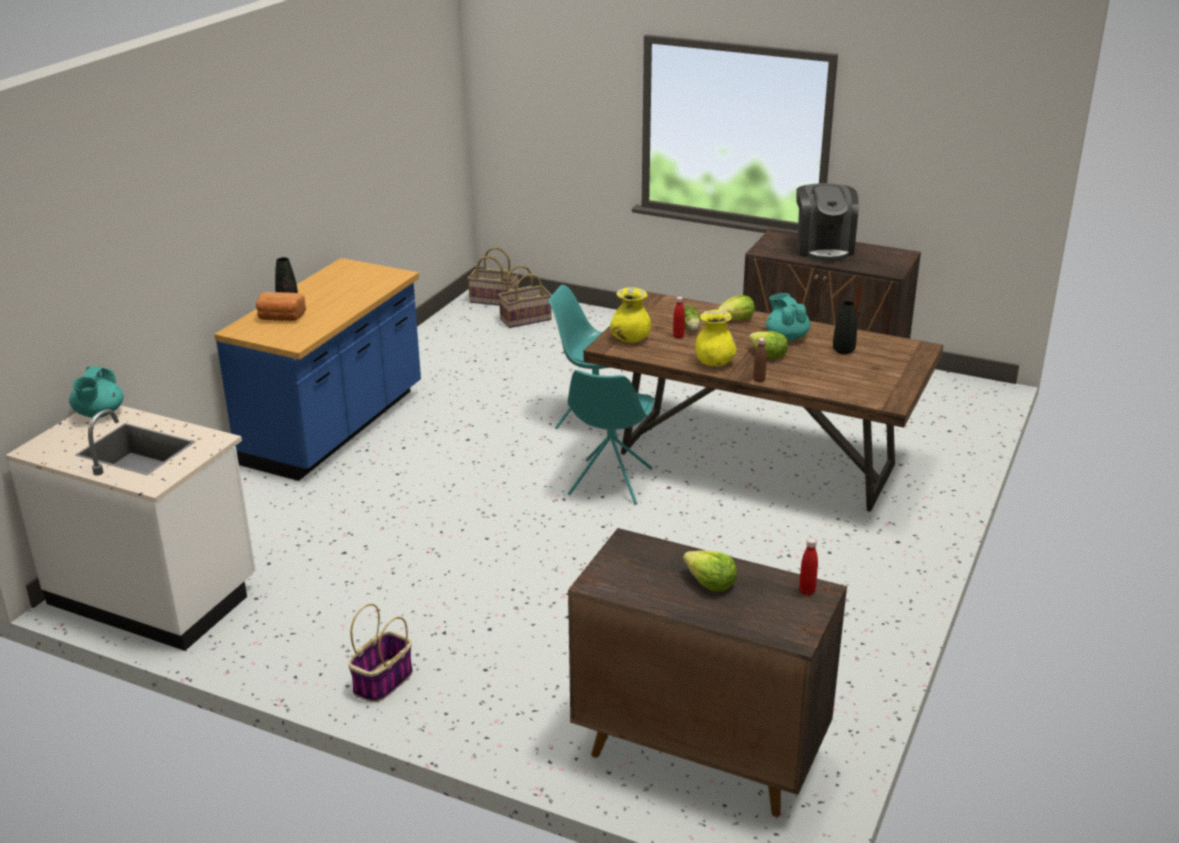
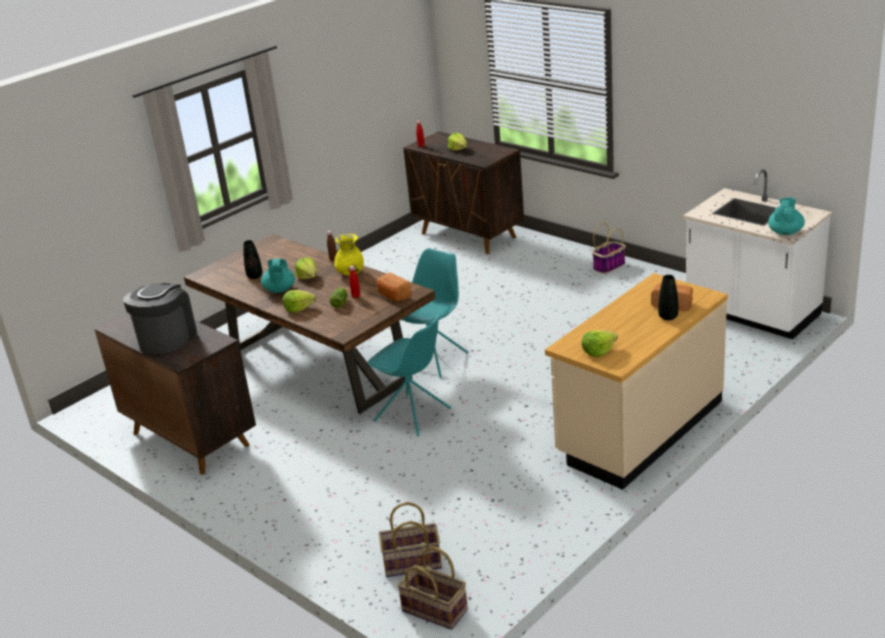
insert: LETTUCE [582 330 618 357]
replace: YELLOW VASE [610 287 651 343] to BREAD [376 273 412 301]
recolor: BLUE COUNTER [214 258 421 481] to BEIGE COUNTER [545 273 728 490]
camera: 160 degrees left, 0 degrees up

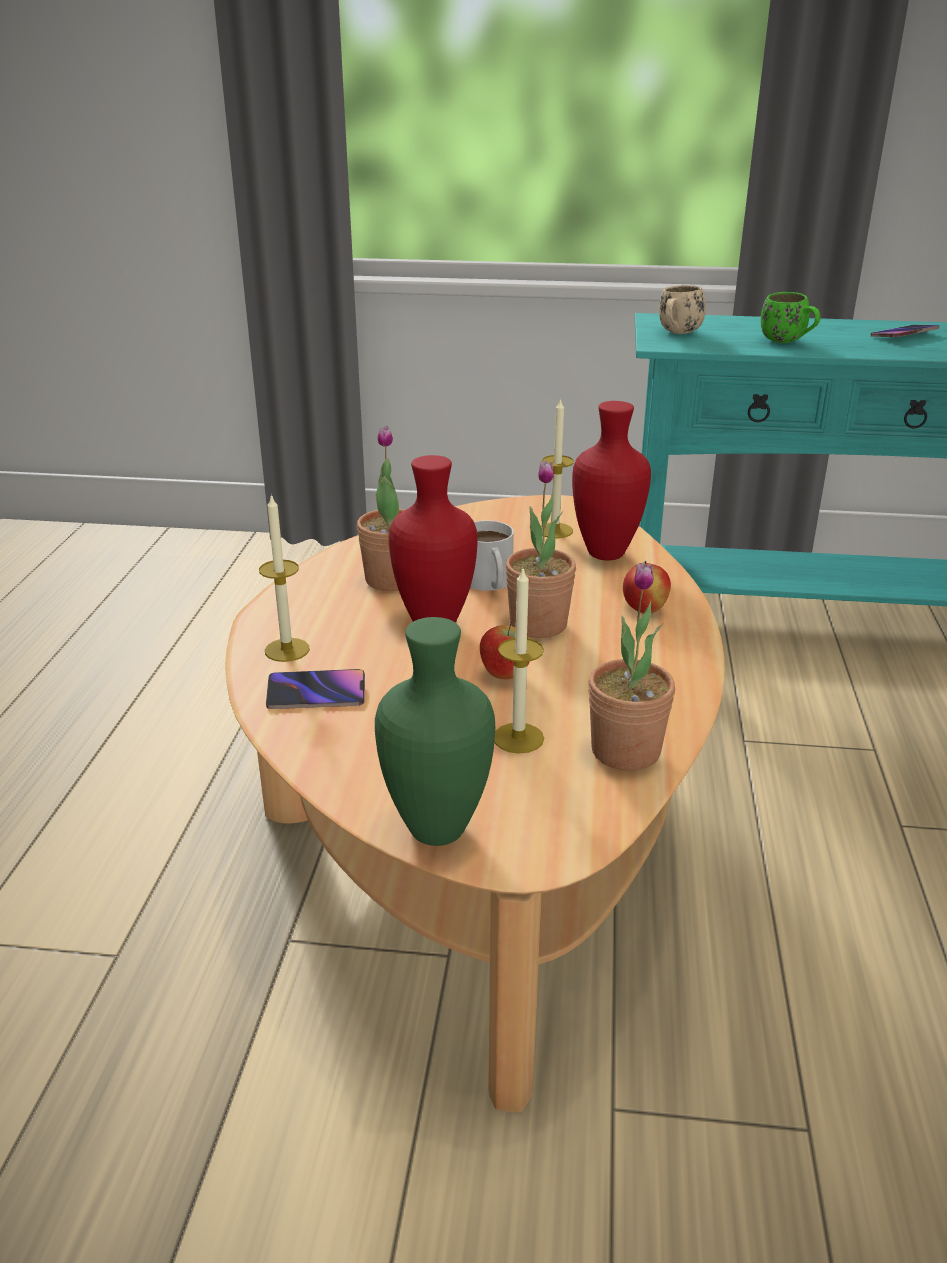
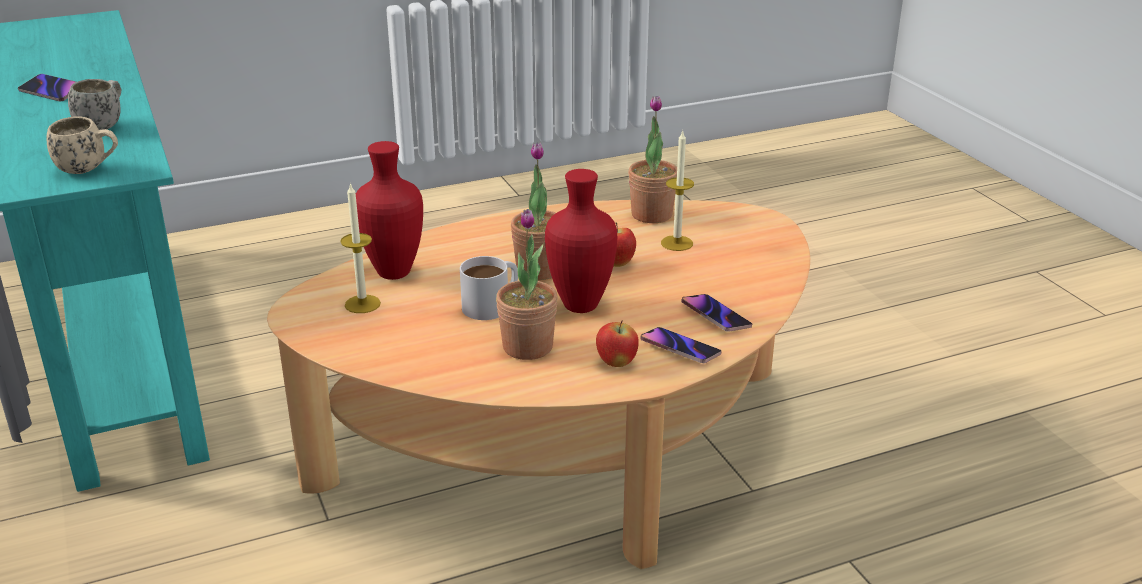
delete: GREEN VASE [375 617 495 846]
move: APPLE [623 561 671 613] to [596 321 639 367]
replace: CANDLE [259 494 310 662] to PHONE [640 327 722 363]
recolor: GREEN MUG [761 292 820 343] to WHITE MUG [68 79 121 130]
camera: 120 degrees left, 0 degrees up

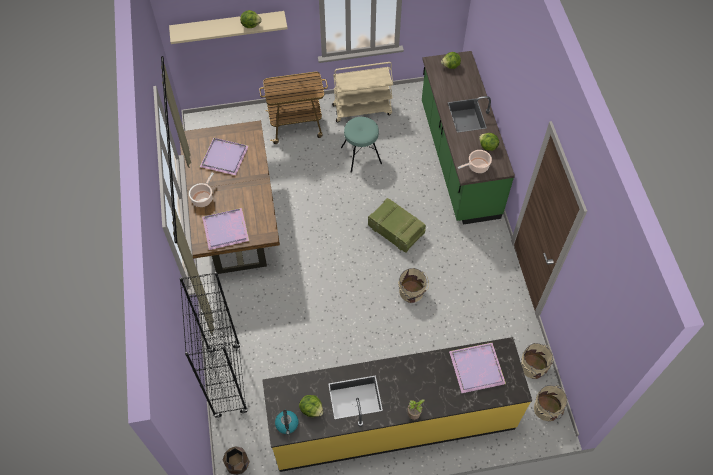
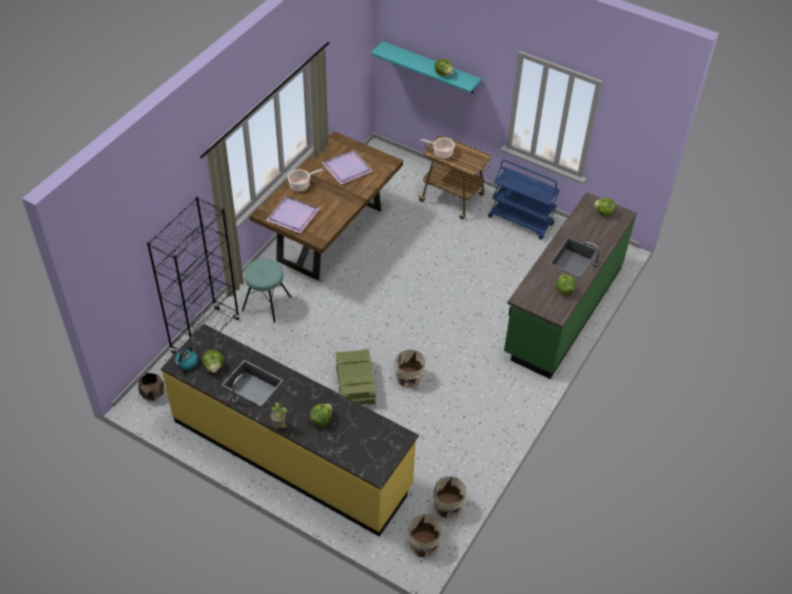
delete: PURPLE TRAY [449 343 506 393]
insert: LETTUCE [310 404 332 427]
move: TURQUOISE STOOL [341 117 382 173] to [242 259 292 323]; CRATE [368 198 426 252] to [336 349 376 405]; COOKING POT [458 150 492 173] to [420 138 455 159]
recolor: BEIGE SHELF [169 11 288 44] to TURQUOISE SHELF [371 41 482 93]; BEIGE CART [332 62 393 122] to BLUE CART [488 159 560 240]
camera: 40 degrees right, 10 degrees down

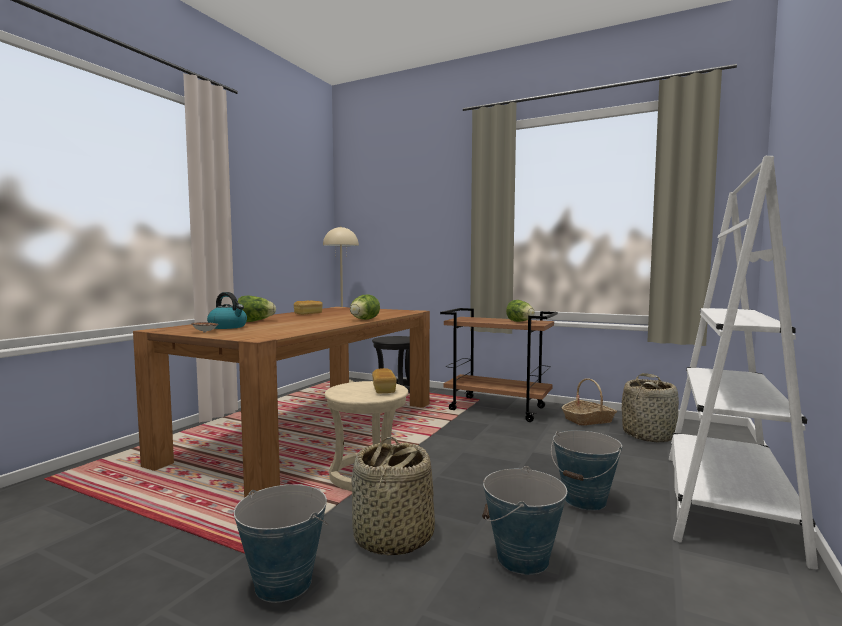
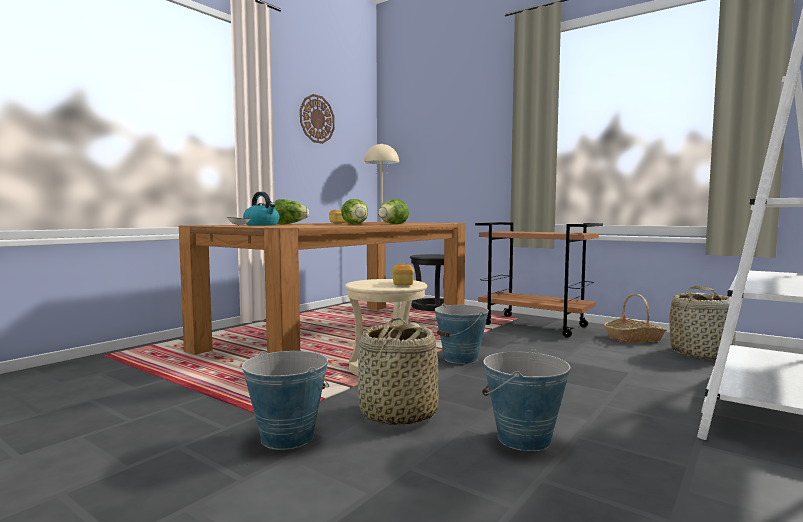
insert: WALL CLOCK [300 94 335 144]
move: LETTUCE [506 300 535 322] to [341 199 368 225]; BUCKET [551 430 622 511] to [434 303 489 364]
camera: 10 degrees right, 0 degrees up

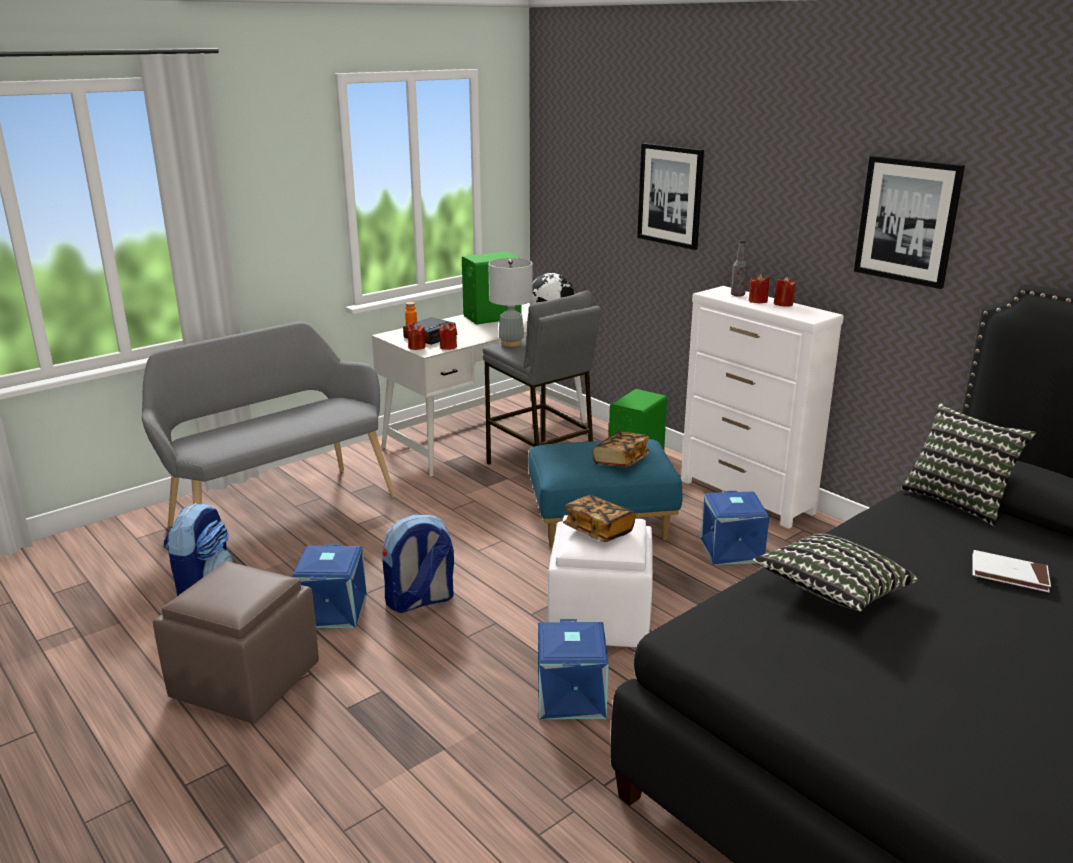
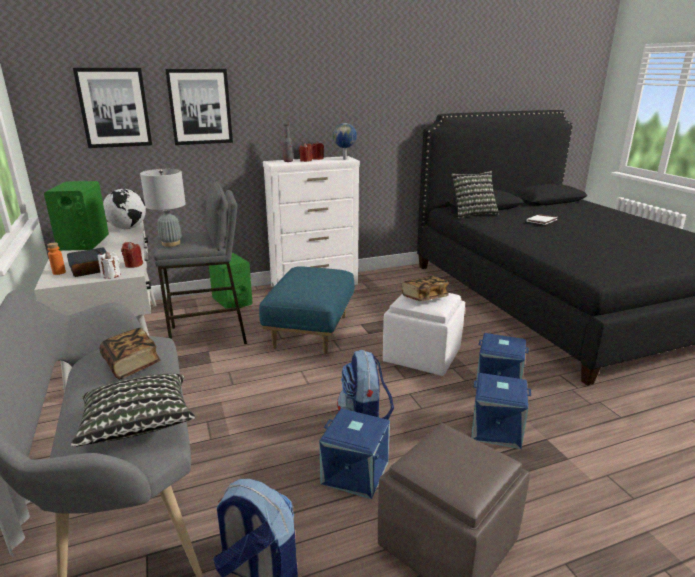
insert: GLOBE [333 123 357 160]
move: BOOK [593 431 650 467] to [100 328 160 379]; BLUE STORAGE BOX [701 491 769 565] to [471 373 531 449]; PILLOW [753 533 918 612] to [71 374 195 447]; PICTURE [854 156 965 289] to [73 68 152 148]
recolor: RED CANDLE [407 323 425 350] to WHITE CANDLE [98 252 120 279]
camera: 70 degrees left, 0 degrees up

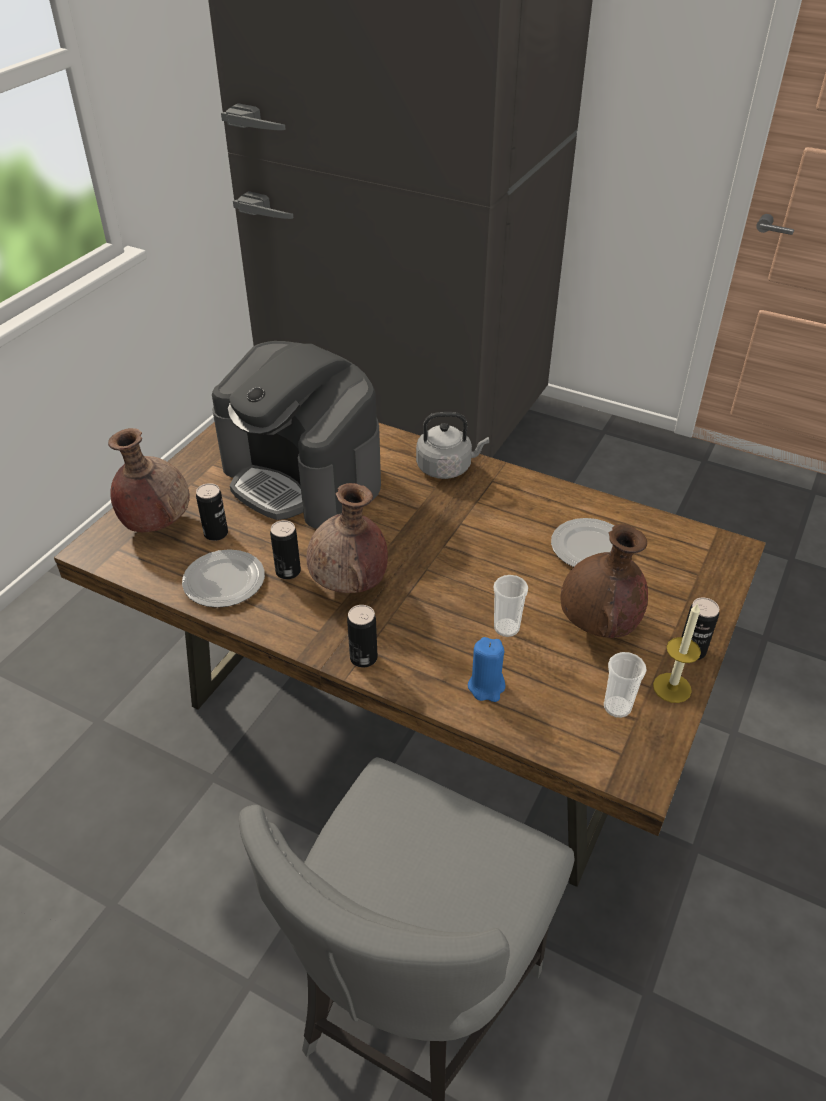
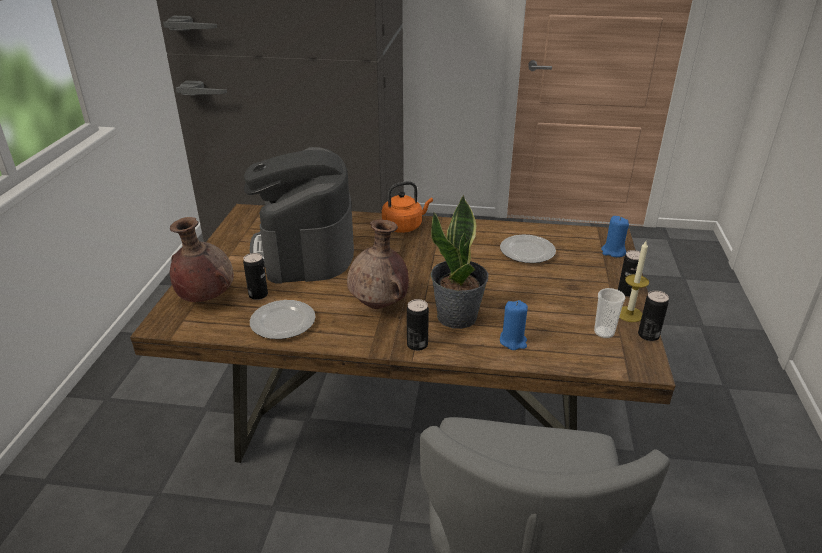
delete: CUP [493 575 528 637]; BROWN VASE [560 524 648 638]
insert: POTTED PLANT [431 195 489 329]; BLUE CANDLE [601 216 629 257]
move: CAN [270 520 301 579] to [638 290 669 341]
recolor: GREY KETTLE [416 412 489 479] to ORANGE KETTLE [382 181 433 233]
rotate: COFFEE MACHINE [212 341 381 529] = [244 147 354 284] 60 degrees clockwise
camera: 20 degrees left, 10 degrees down

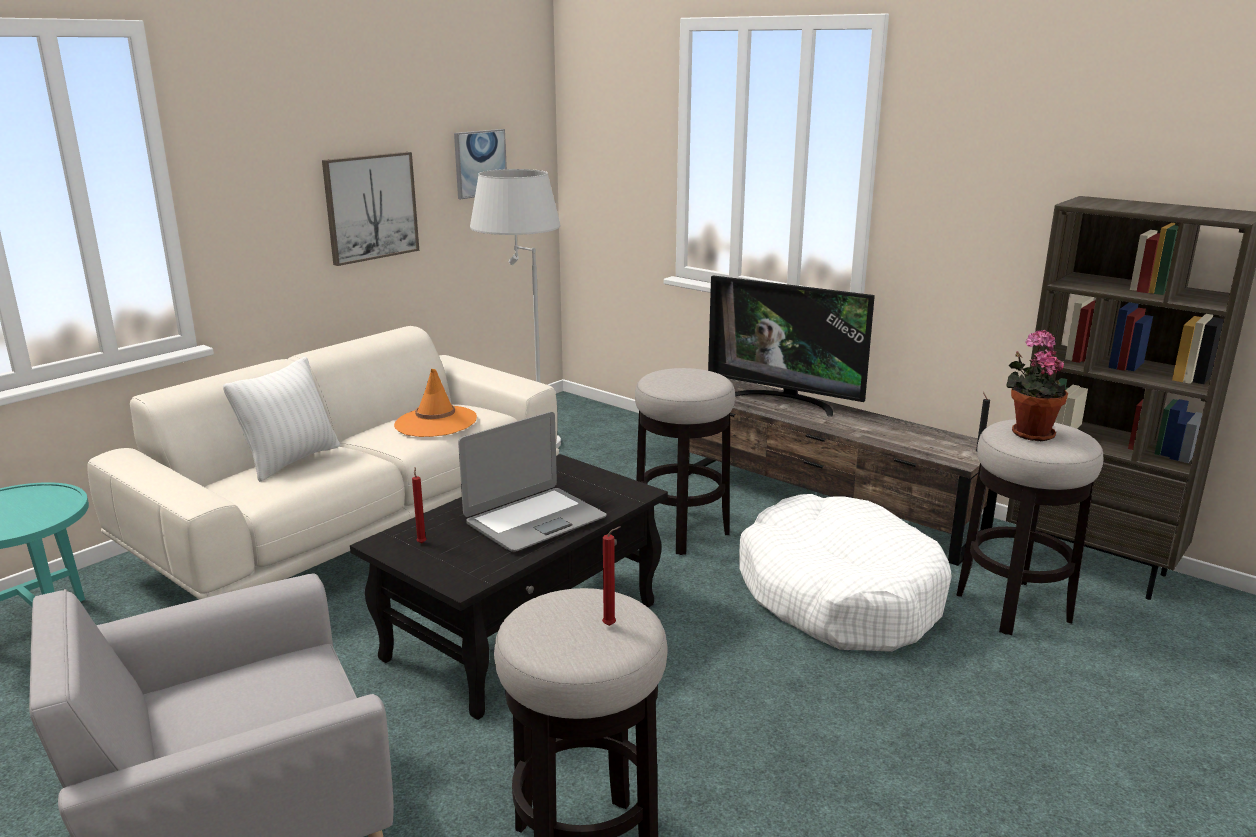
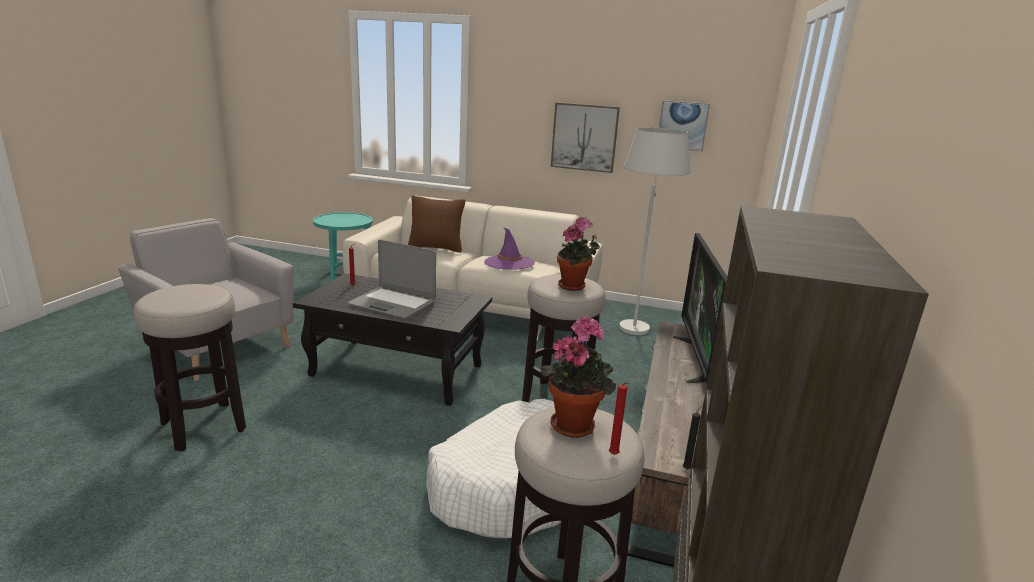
insert: POTTED PLANT [557 217 600 291]
move: RED CANDLE [602 526 620 626] to [609 382 629 455]
recolor: WHITE PILLOW [223 357 340 482] to BROWN PILLOW [408 196 465 253]; ORANGE HAT [394 369 477 437] to PURPLE HAT [484 227 535 270]
camera: 65 degrees right, 0 degrees up

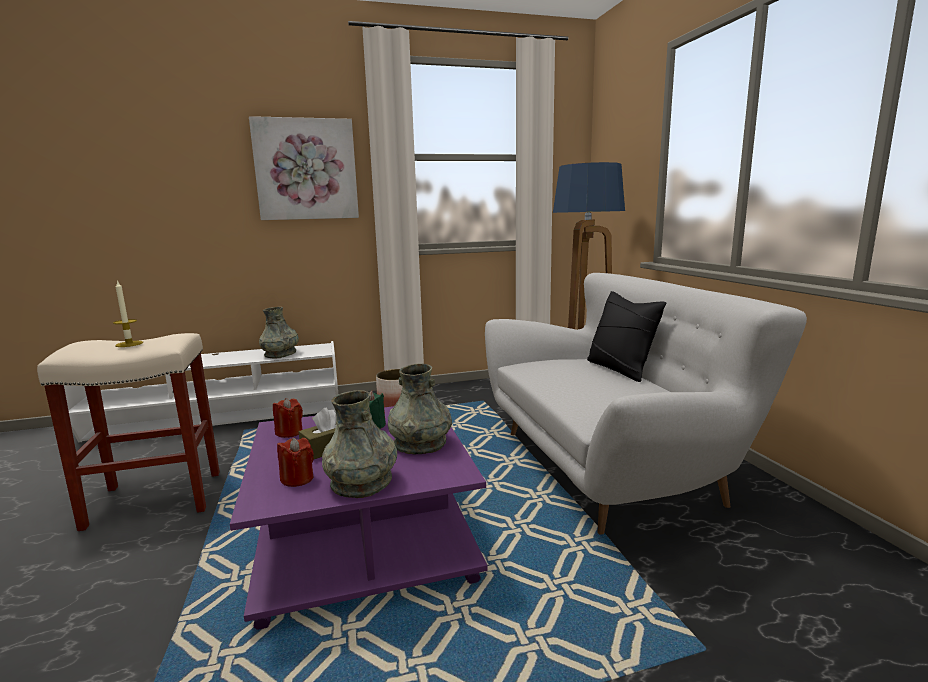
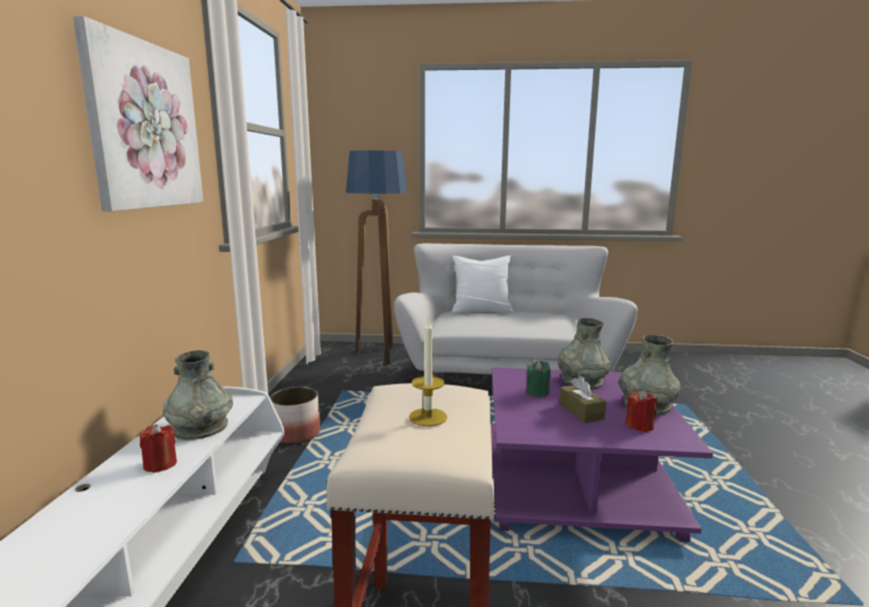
move: RED CANDLE [273 398 303 438] to [139 424 177 473]
recolor: BLACK PILLOW [587 291 667 382] to WHITE PILLOW [452 256 514 313]
camera: 70 degrees left, 0 degrees up

